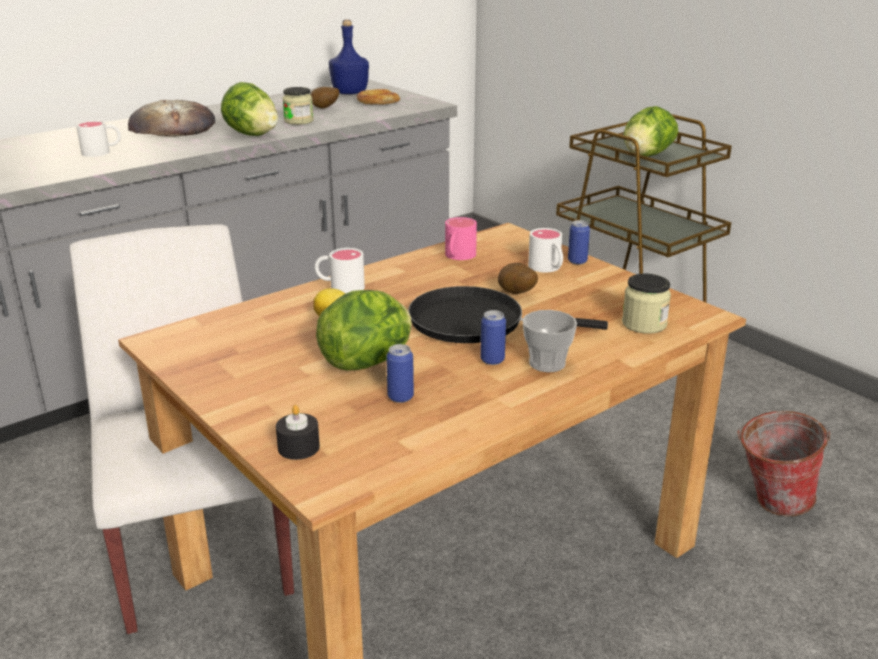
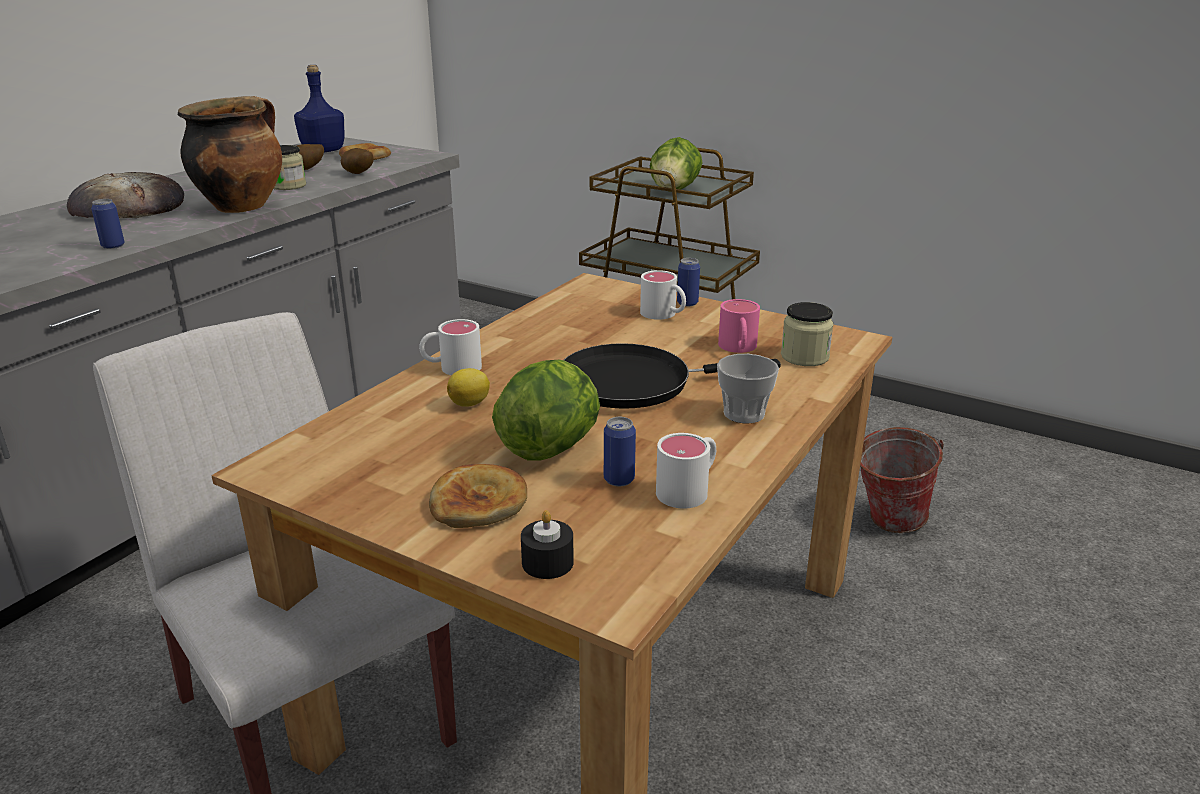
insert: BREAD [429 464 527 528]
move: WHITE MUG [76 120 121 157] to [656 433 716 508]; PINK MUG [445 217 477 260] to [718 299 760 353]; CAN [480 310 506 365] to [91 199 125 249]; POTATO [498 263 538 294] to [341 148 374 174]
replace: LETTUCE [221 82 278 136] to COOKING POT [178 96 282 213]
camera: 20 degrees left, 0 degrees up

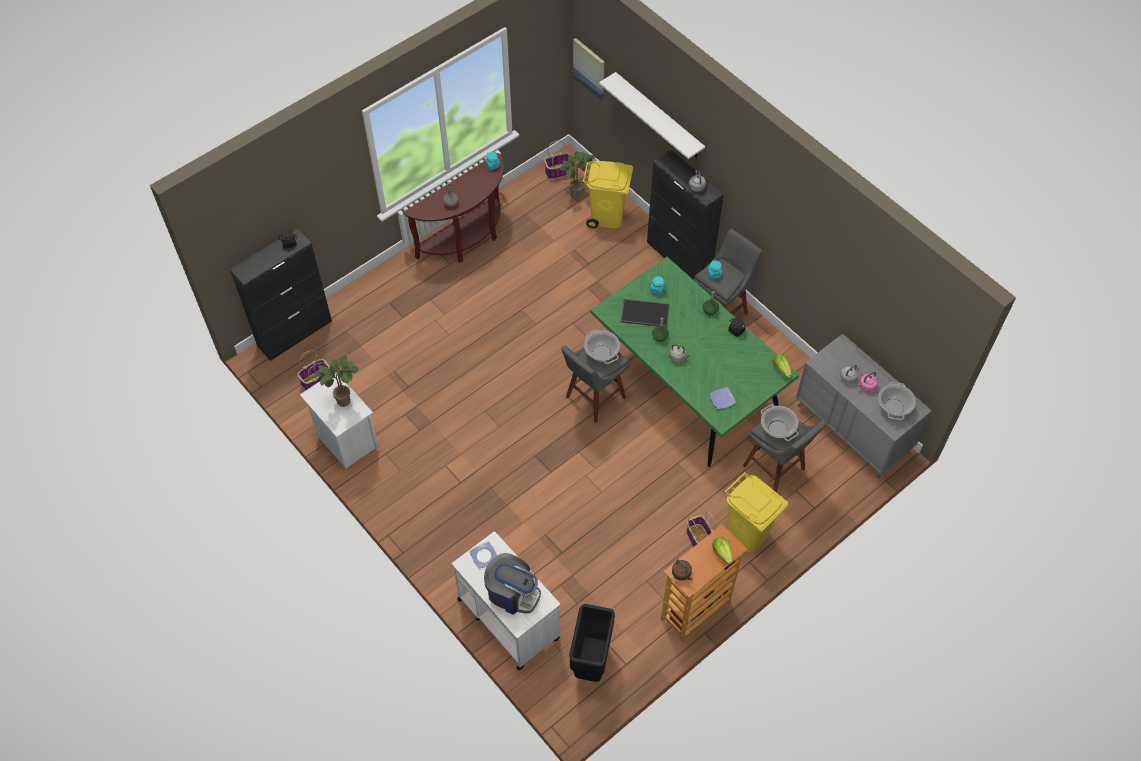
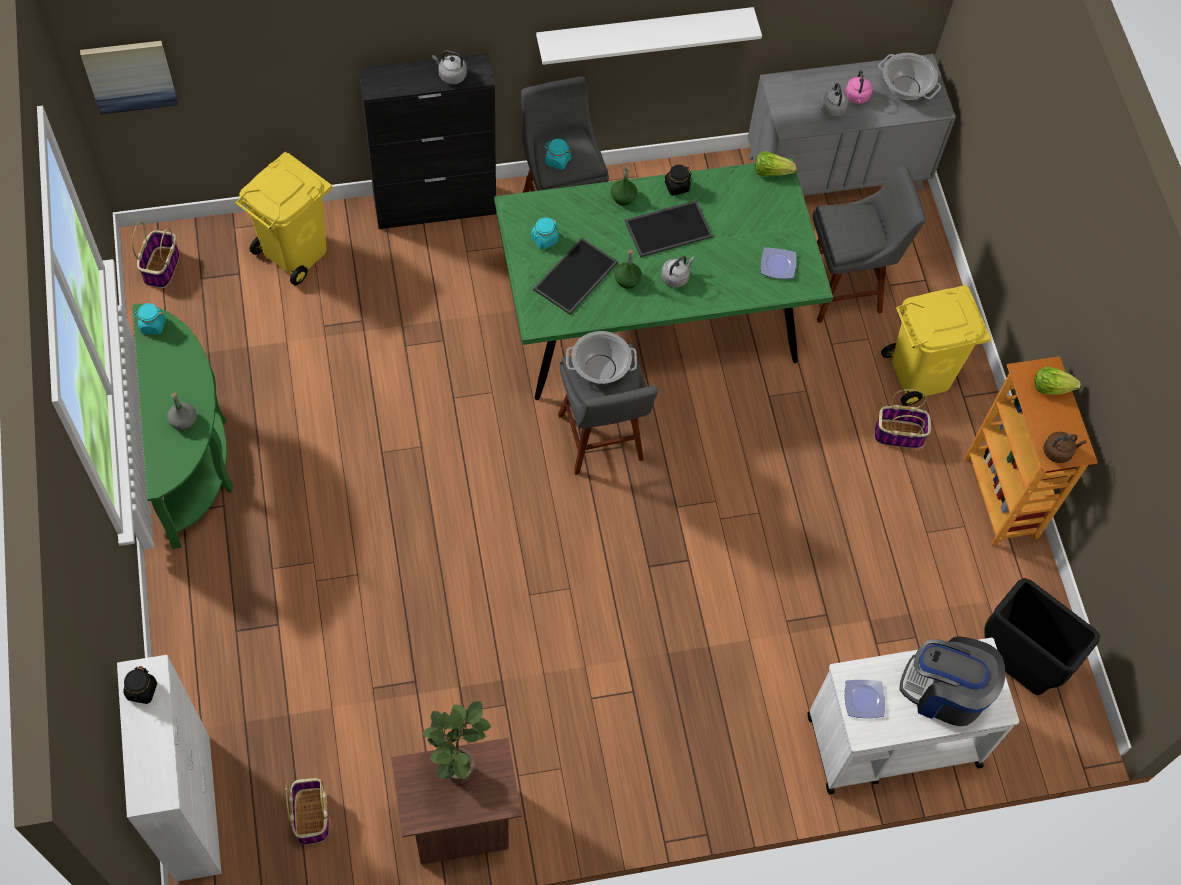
delete: POTTED PLANT [559 151 596 199]; COOKING POT [761 404 799 441]
insert: TRAY [625 200 713 257]
move: WHITE SHELF [599 72 705 159] to [536 7 762 65]
recolor: BLACK CABINET [230 228 332 361] to WHITE CABINET [117 655 222 882]; WHITE NIGHTSTAND [300 373 379 469] to BROWN NIGHTSTAND [391 738 522 865]; BROWN CONSOLE TABLE [403 153 504 263] to GREEN CONSOLE TABLE [132 304 233 549]
rotate: COFFEE MACHINE [484 553 541 615] = [899 636 1005 726] 120 degrees counterclockwise
camera: 65 degrees left, 5 degrees up

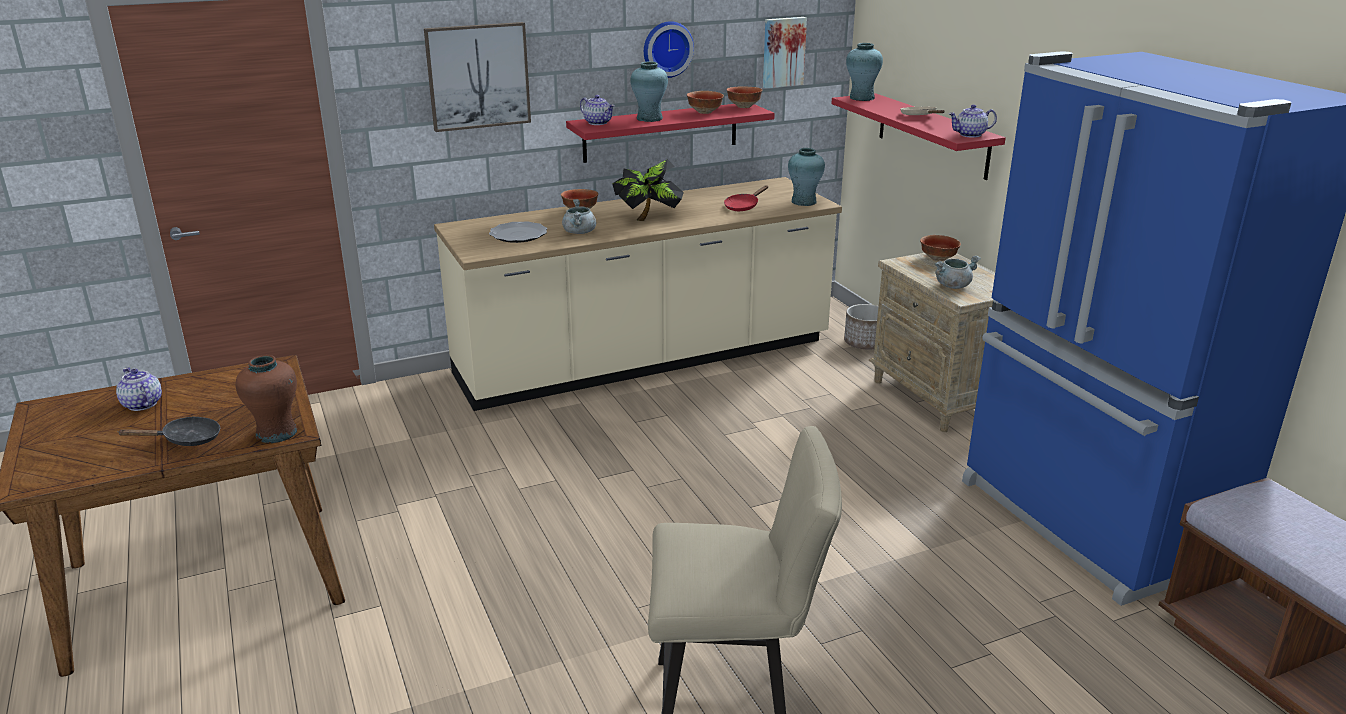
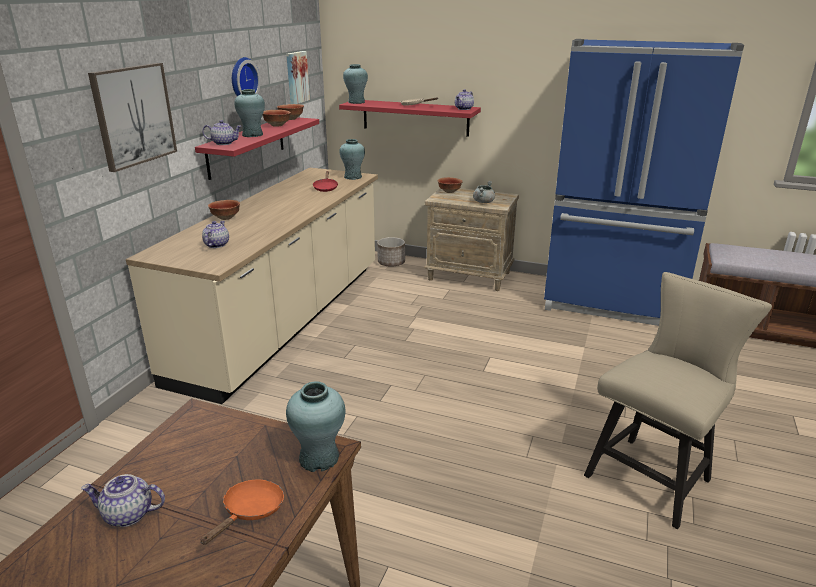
delete: GREY COOKING POT [562 199 596 234]; POTTED PLANT [612 159 684 221]
replace: PLATE [489 221 547 243] to TEAPOT [202 221 229 248]
recolor: BLACK FRYING PAN [117 416 220 446] to ORANGE FRYING PAN [200 480 284 545]; BROWN VASE [235 355 297 443] to TURQUOISE VASE [286 381 345 472]
camera: 45 degrees left, 0 degrees up

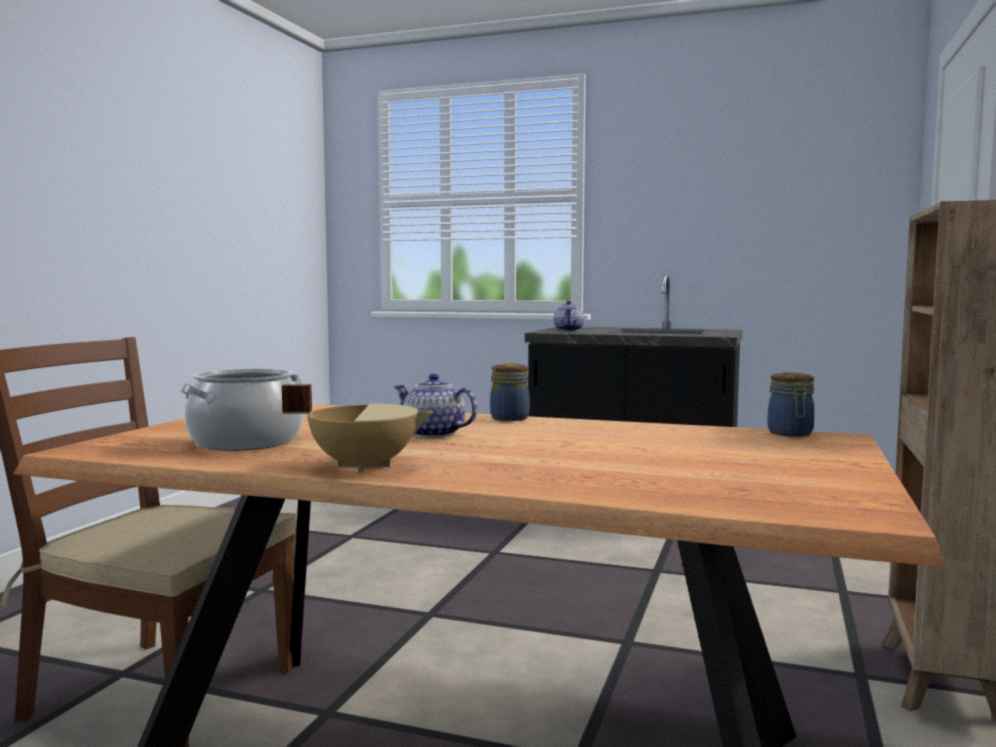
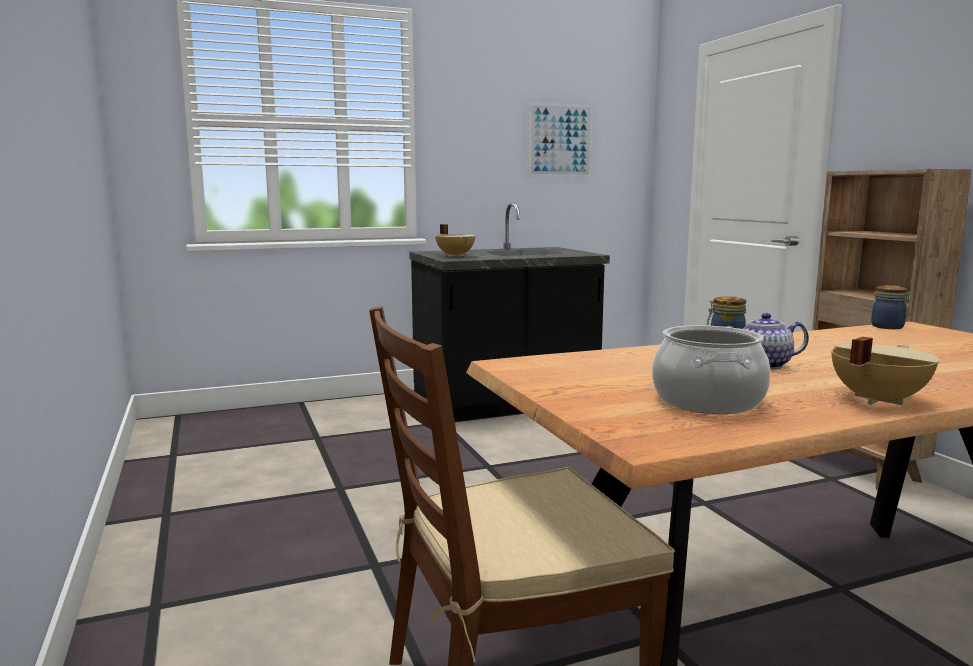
insert: PICTURE [528 103 593 177]
replace: TEAPOT [554 300 584 331] to BEIGE COOKING POT [435 224 476 257]
camera: 40 degrees left, 5 degrees up

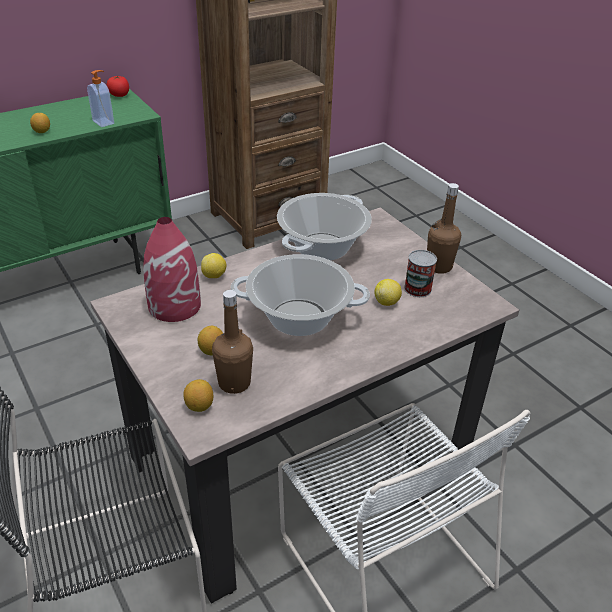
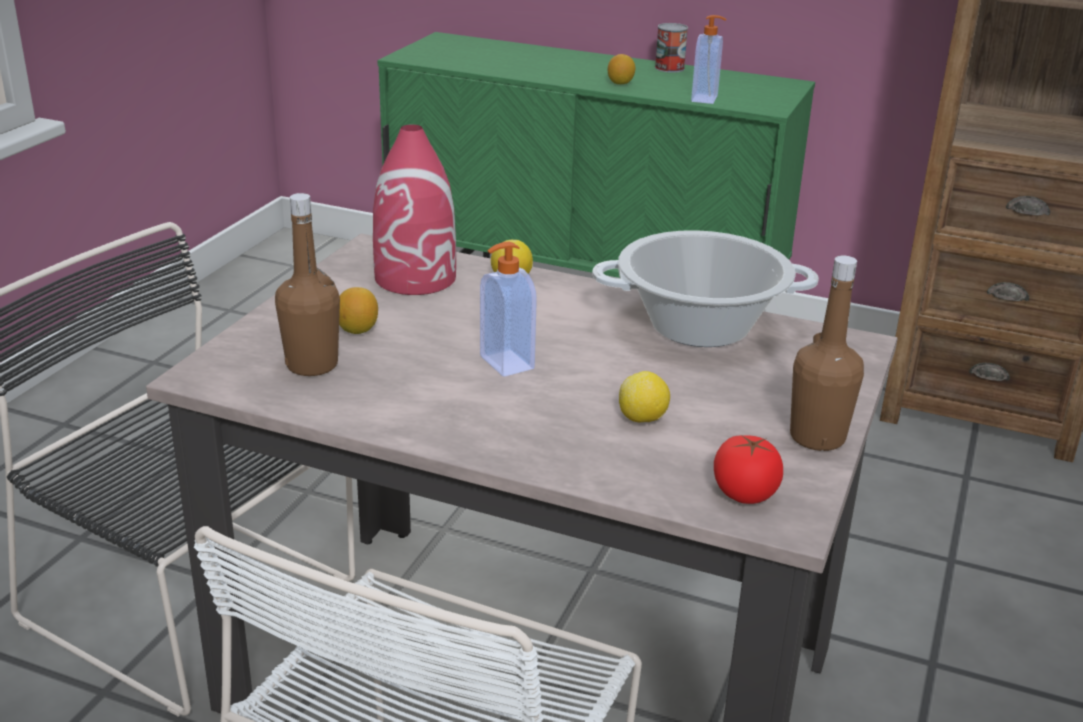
delete: LEMON [183 379 213 412]
move: TOMATO [106 76 129 97] to [714 435 783 504]; CAN [404 250 437 297] to [655 23 688 73]
replace: COOKING POT [231 254 370 336] to SOAP DISPENSER [480 242 537 377]
camera: 55 degrees right, 10 degrees down

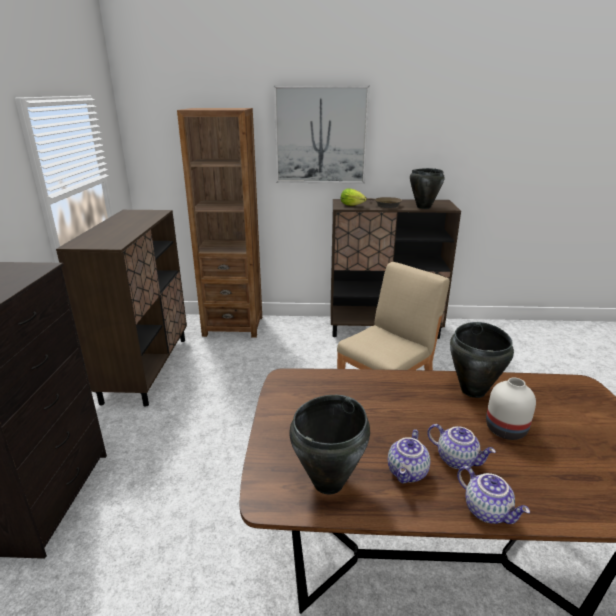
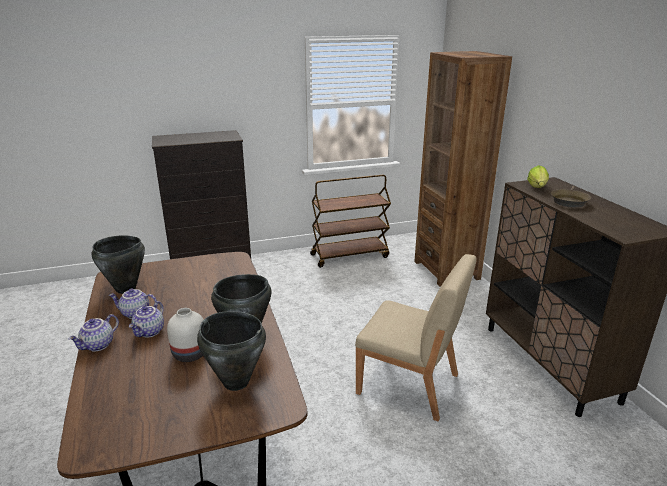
delete: PICTURE [274 85 370 184]
move: BLACK COOKING POT [410 168 445 209] to [197 311 266 391]
replace: BROWN CABINET [56 210 187 407] to BROWN CART [310 175 391 268]
camera: 70 degrees right, 0 degrees up

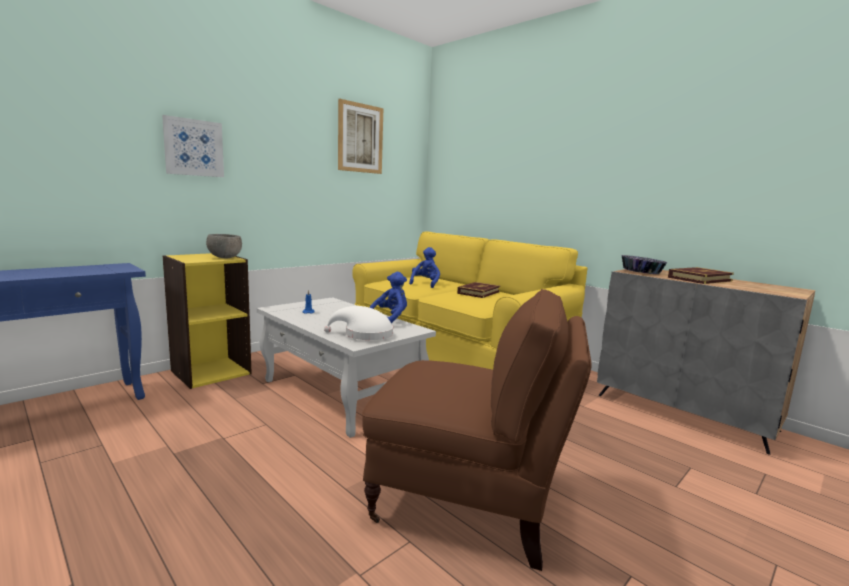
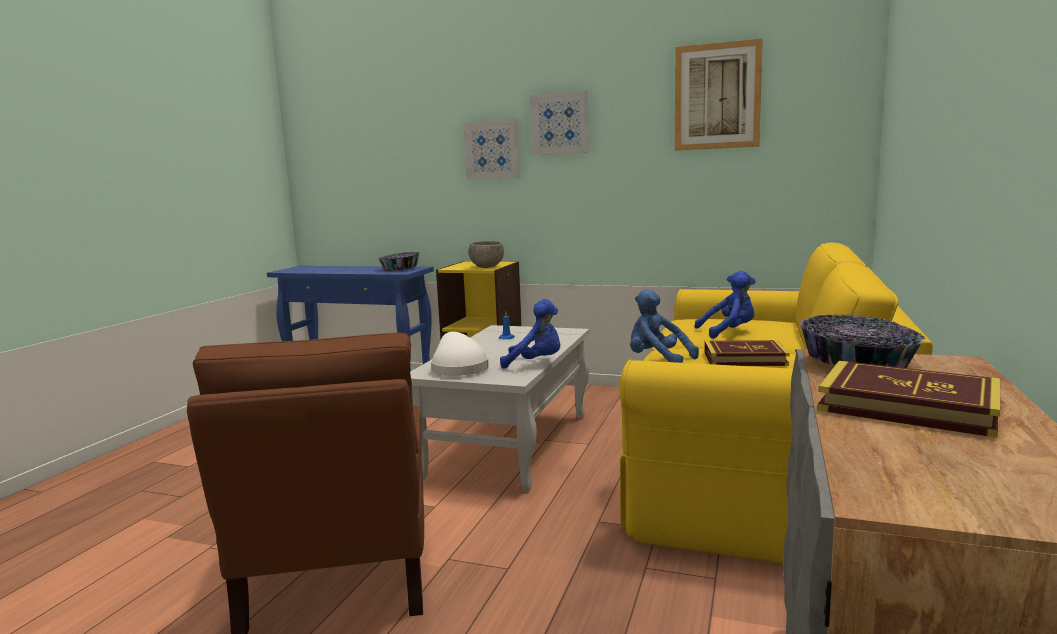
insert: BOWL [378 252 419 271]; PICTURE [530 91 589 155]; BLUE PLUSH TOY [630 289 699 363]
camera: 65 degrees right, 0 degrees up

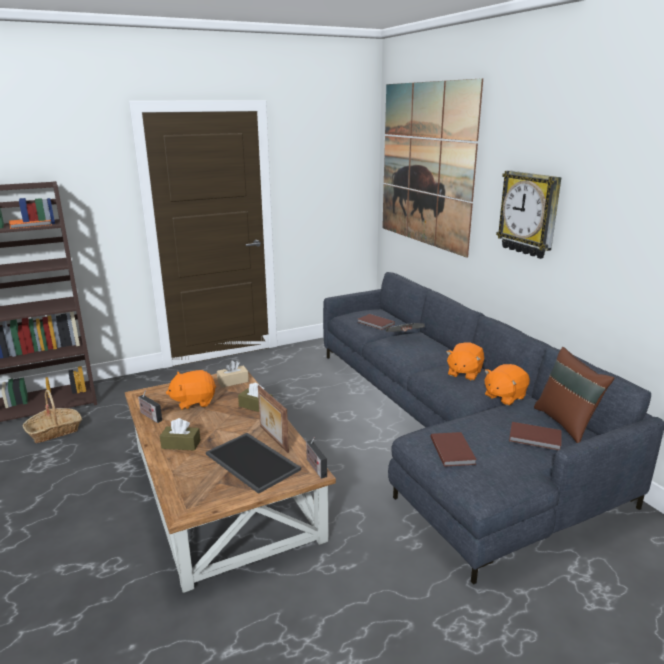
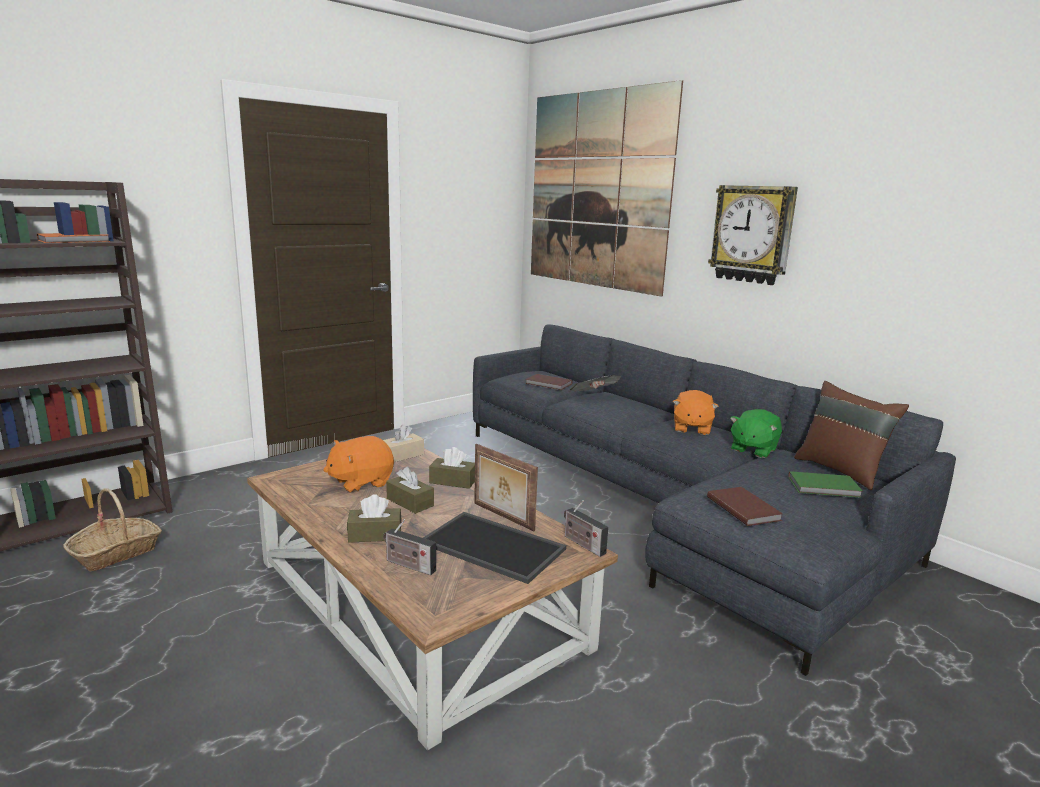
insert: BROWN TISSUE BOX [386 467 434 514]
move: RADIO [138 390 162 423] to [383 519 436 575]
recolor: ORANGE PLUSH TOY [484 364 530 406] to GREEN PLUSH TOY [730 409 782 458]; BROWN BOOK [509 422 562 450] to GREEN BOOK [788 471 862 498]
camera: 15 degrees left, 5 degrees down

